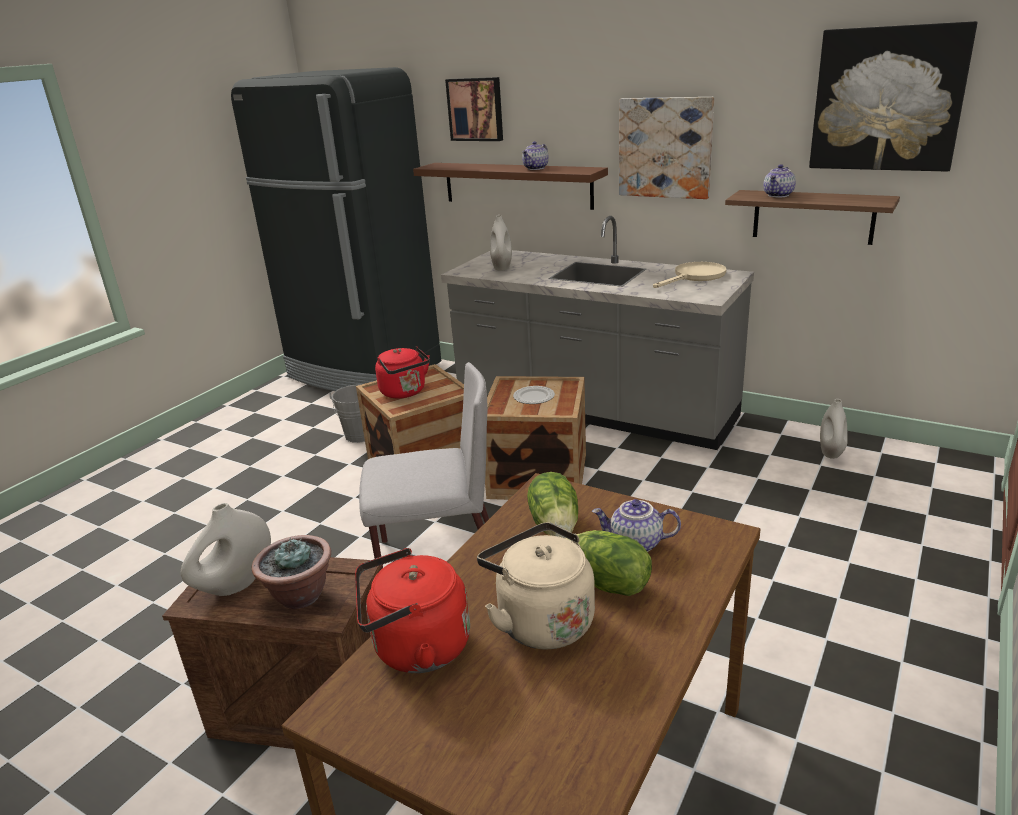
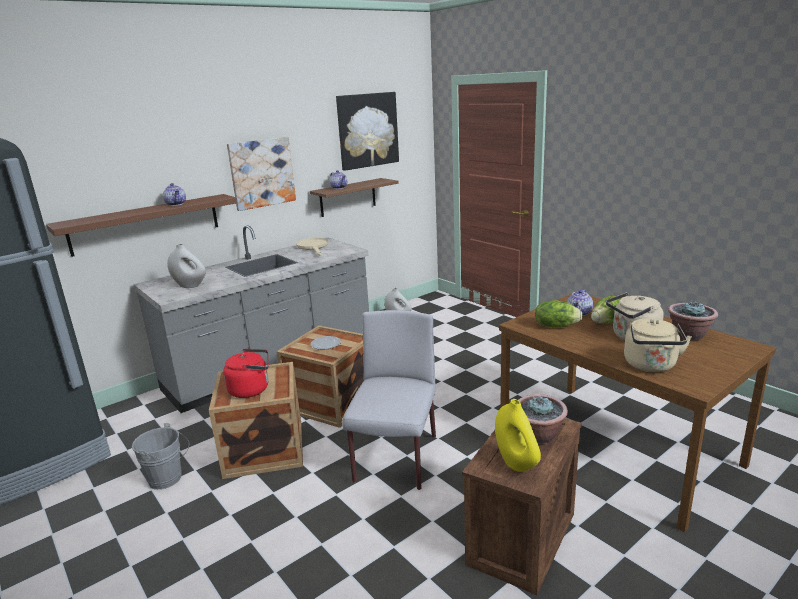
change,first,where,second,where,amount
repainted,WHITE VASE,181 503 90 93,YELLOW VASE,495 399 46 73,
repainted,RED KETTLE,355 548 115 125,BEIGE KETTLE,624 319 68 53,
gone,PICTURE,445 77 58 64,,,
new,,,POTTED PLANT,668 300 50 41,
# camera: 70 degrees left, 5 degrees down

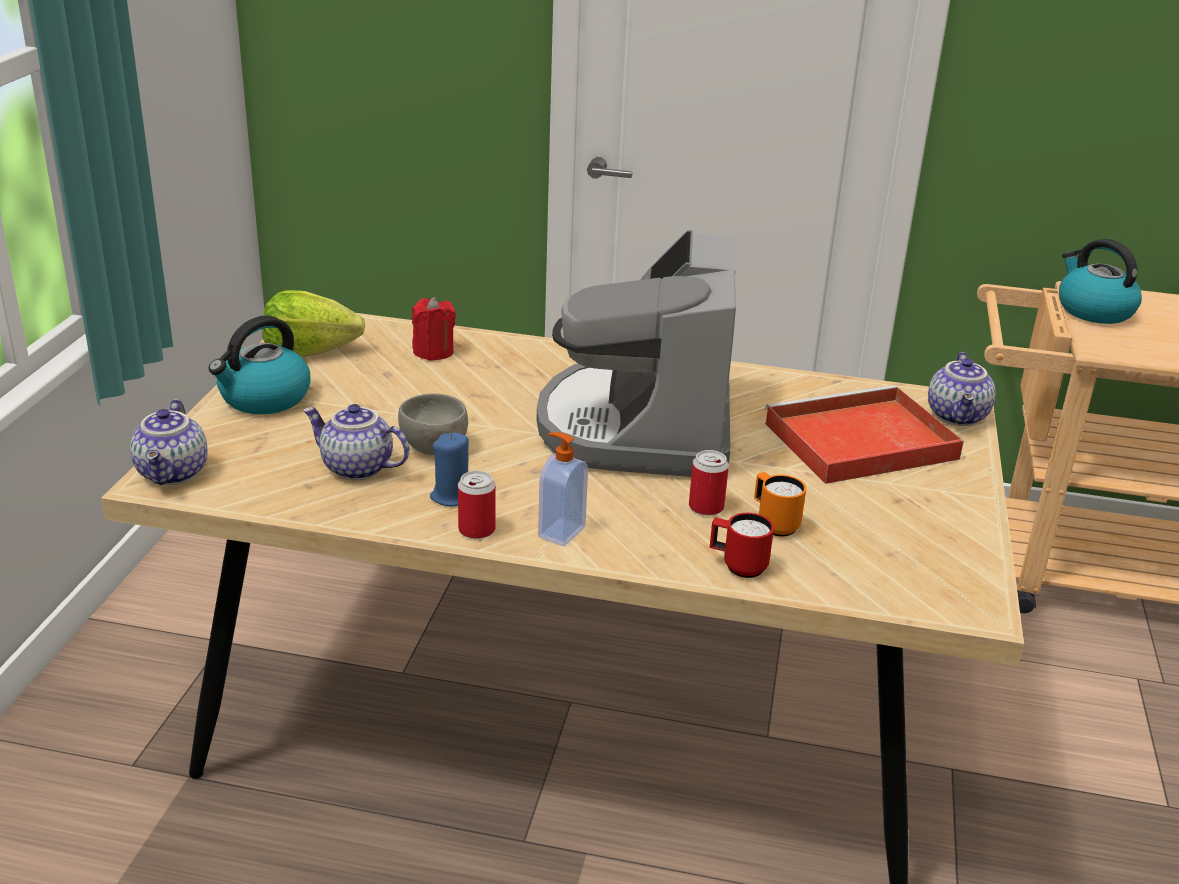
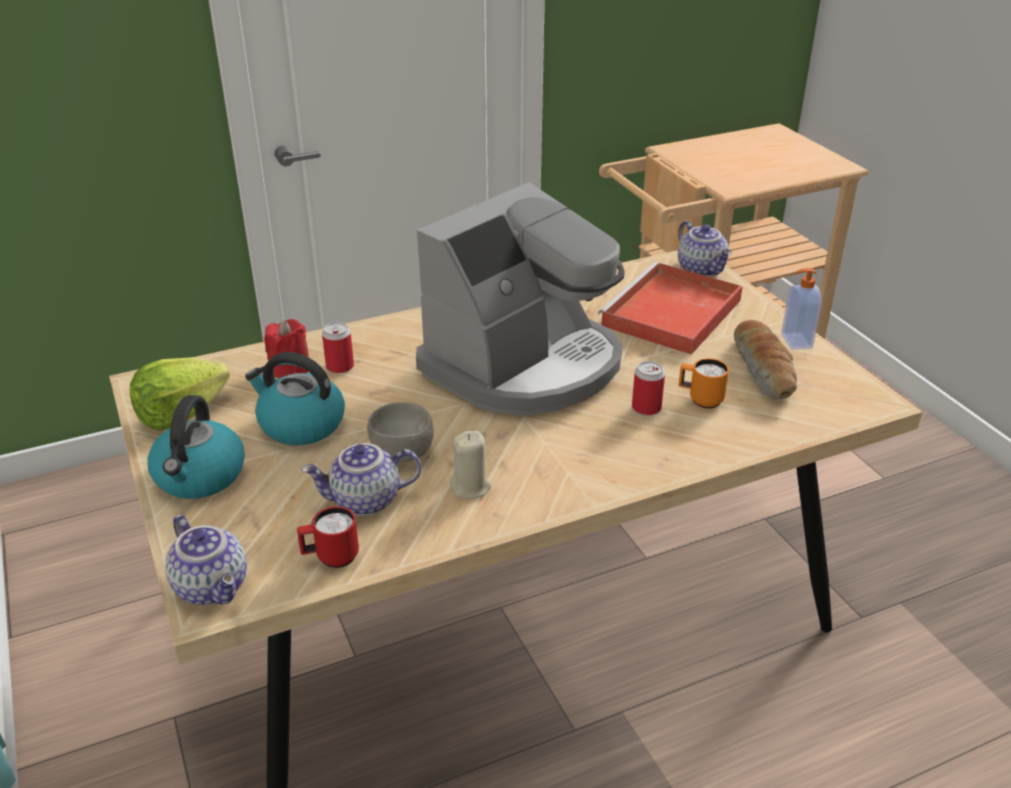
change,first,where,second,where,amount
repainted,BLUE CANDLE,430 433 39 74,BEIGE CANDLE,450 431 41 68,
shifted,CAN,458 471 38 68,,322 322 32 51,
rotated,COFFEE MACHINE,537 230 199 247,,416 182 208 234,105 degrees counterclockwise
shifted,SOAP DISPENSER,538 432 50 114,,781 268 41 82,
shifted,RED MUG,710 513 64 65,,297 506 62 62,
shifted,KETTLE,1059 239 83 85,,245 352 100 93,
new,,,BREAD,734 320 63 79,
# camera: 35 degrees left, 5 degrees up

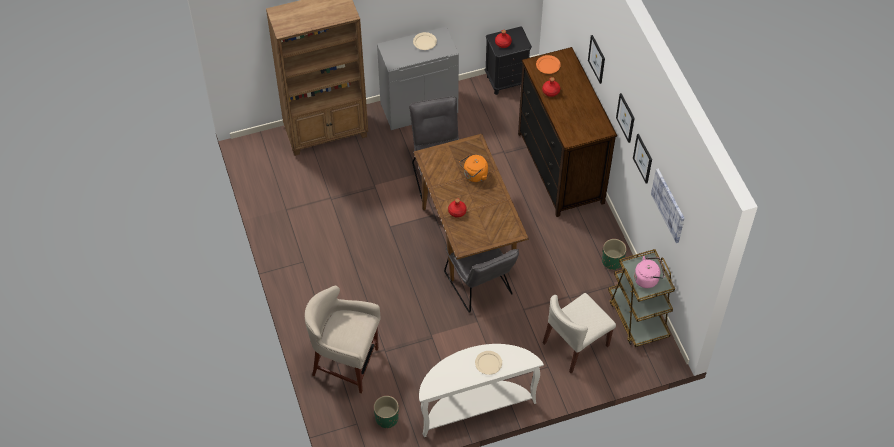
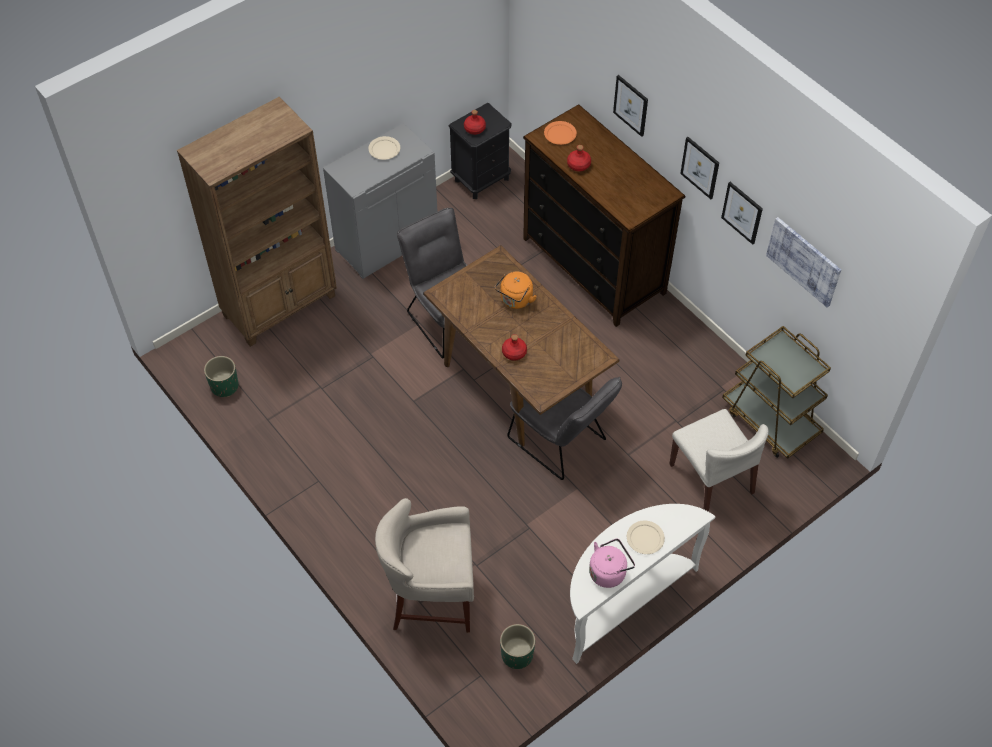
change,first,where,second,where,amount
rotated,BEIGE CHAIR,543 293 73 80,,669 409 100 103,60 degrees counterclockwise
shifted,GREEN PLANTER,602 239 25 31,,204 356 35 41,
shifted,PINK KETTLE,634 256 30 32,,589 538 46 50,
# camera: 20 degrees left, 0 degrees up

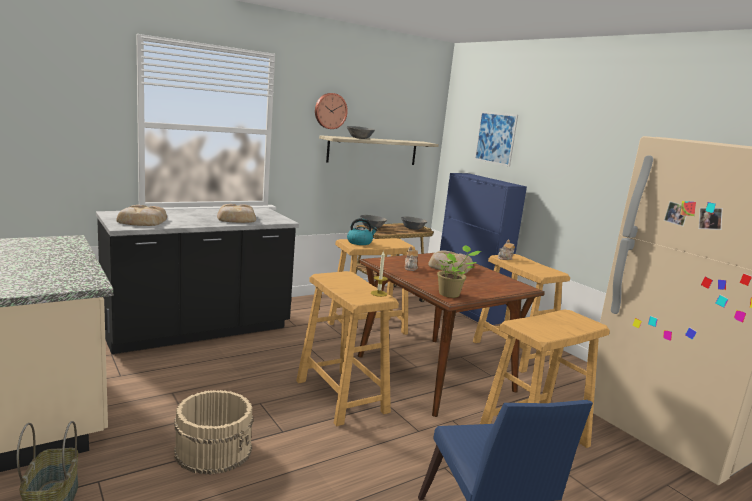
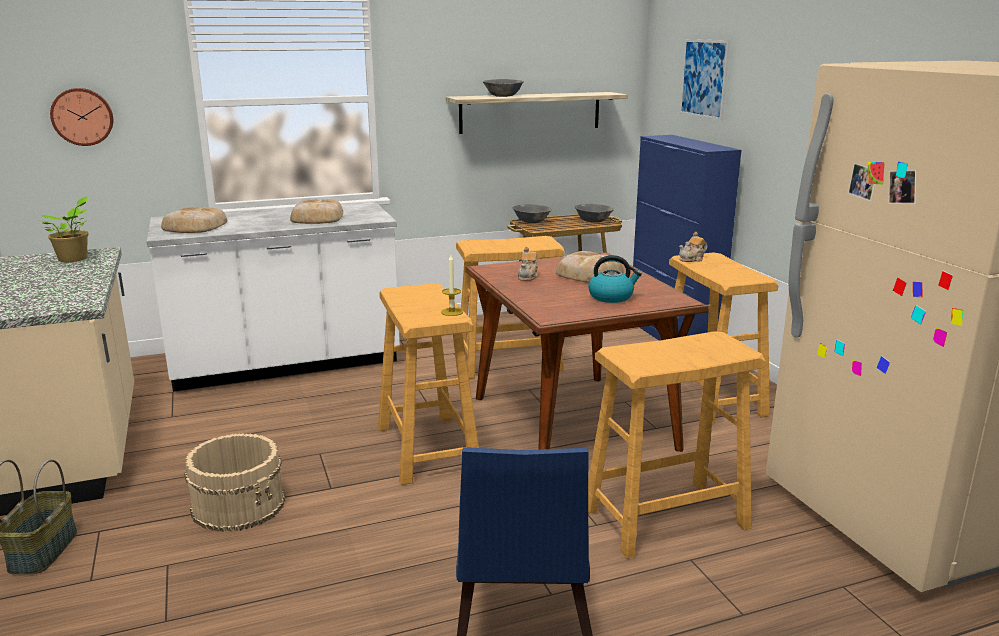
change,first,where,second,where,amount
repainted,BLACK COUNTER,96 208 203 146,WHITE COUNTER,146 201 254 191,
shifted,WALL CLOCK,315 93 33 36,,50 88 63 58,
shifted,KETTLE,347 218 31 27,,588 255 54 48,
shifted,POTTED PLANT,437 245 44 53,,42 196 47 66,
# camera: 15 degrees right, 5 degrees up

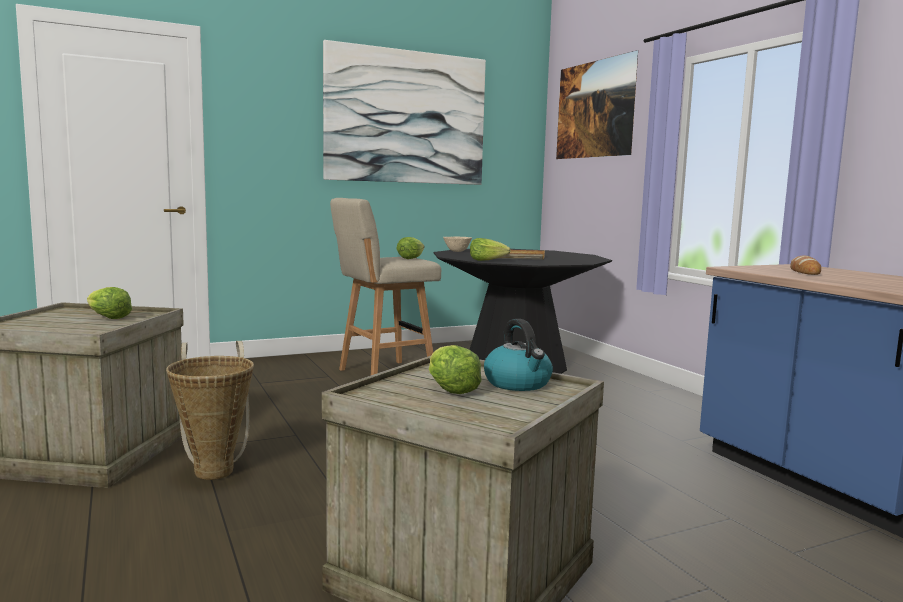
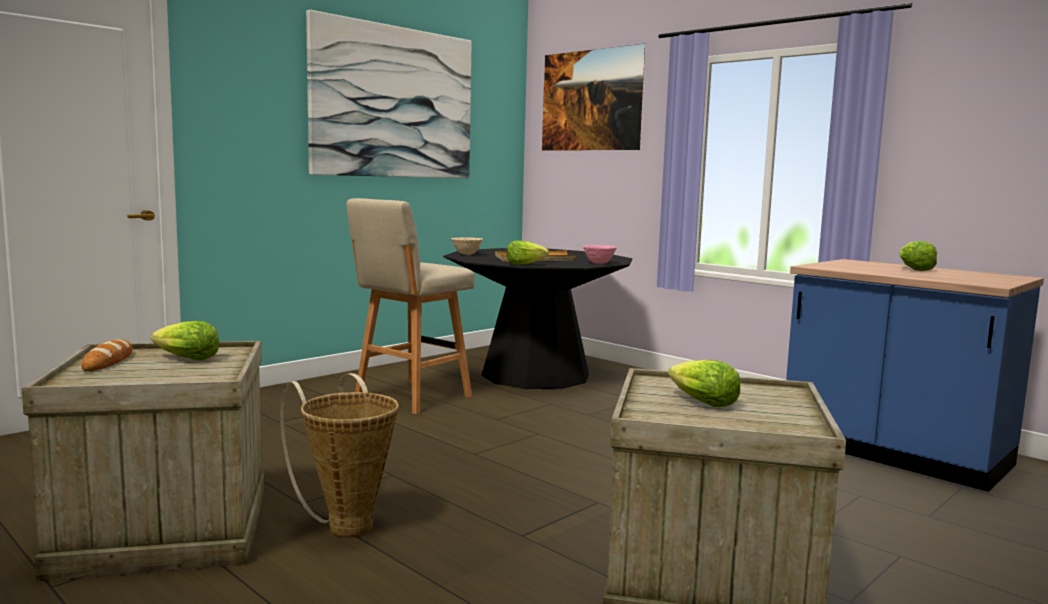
change,first,where,second,where,amount
shifted,LETTUCE,396 237 29 22,,899 241 38 30,
gone,KETTLE,484 319 69 72,,,
shifted,BREAD,790 256 31 19,,82 339 51 32,
new,,,PINK BOWL,583 245 34 19,
# camera: 20 degrees left, 0 degrees up

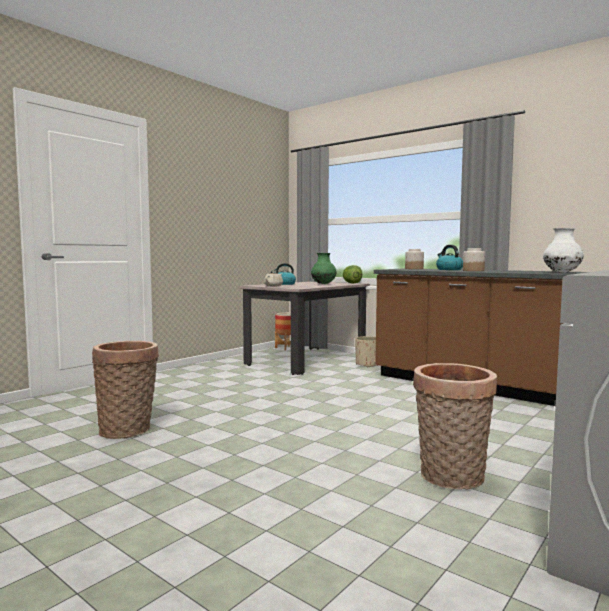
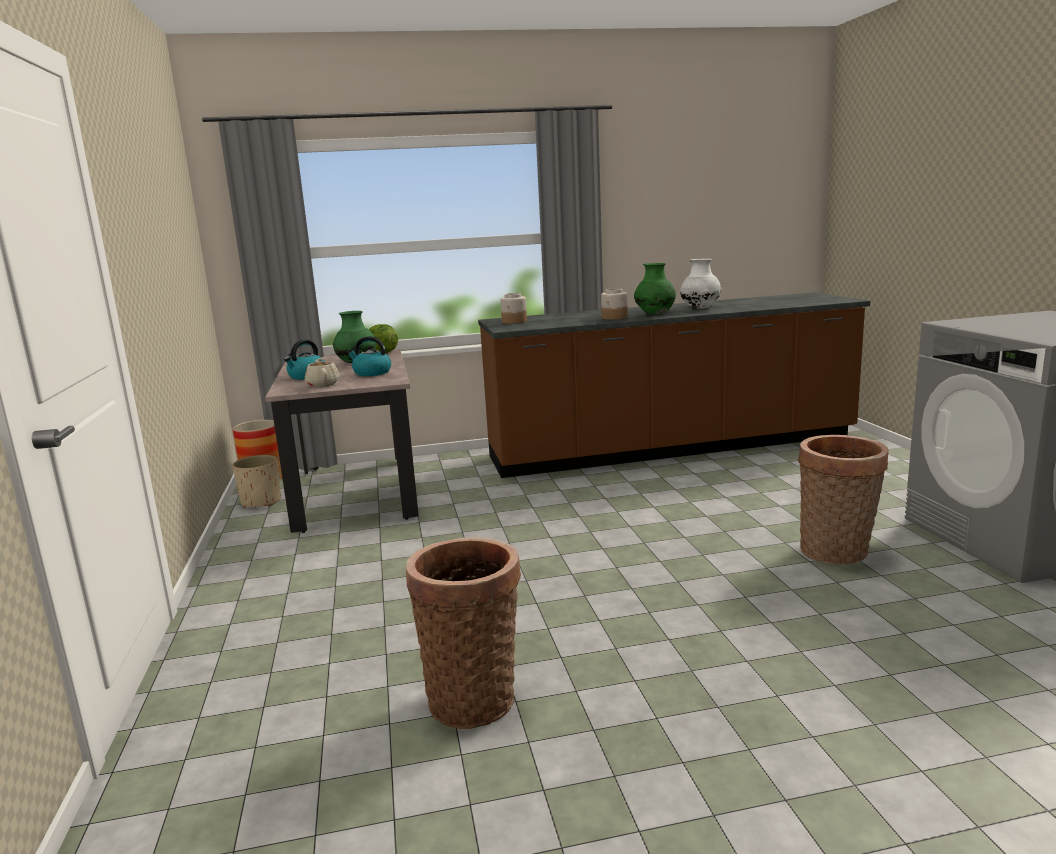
change,first,where,second,where,amount
shifted,BEIGE PLANTER,355 336 23 31,,232 455 49 53,
shifted,KETTLE,436 245 27 25,,347 336 44 40,
new,,,GREEN VASE,634 263 42 52,
# camera: 50 degrees left, 10 degrees up

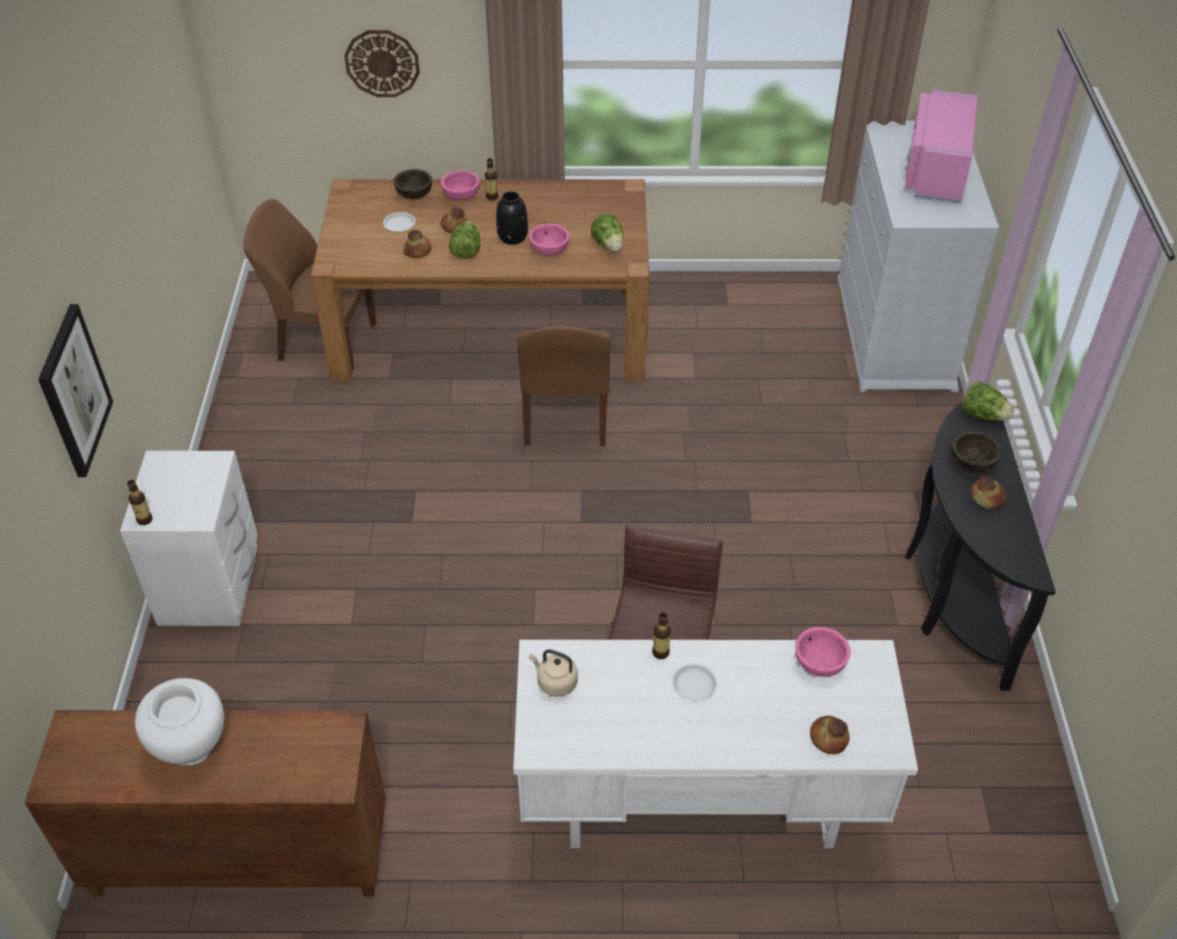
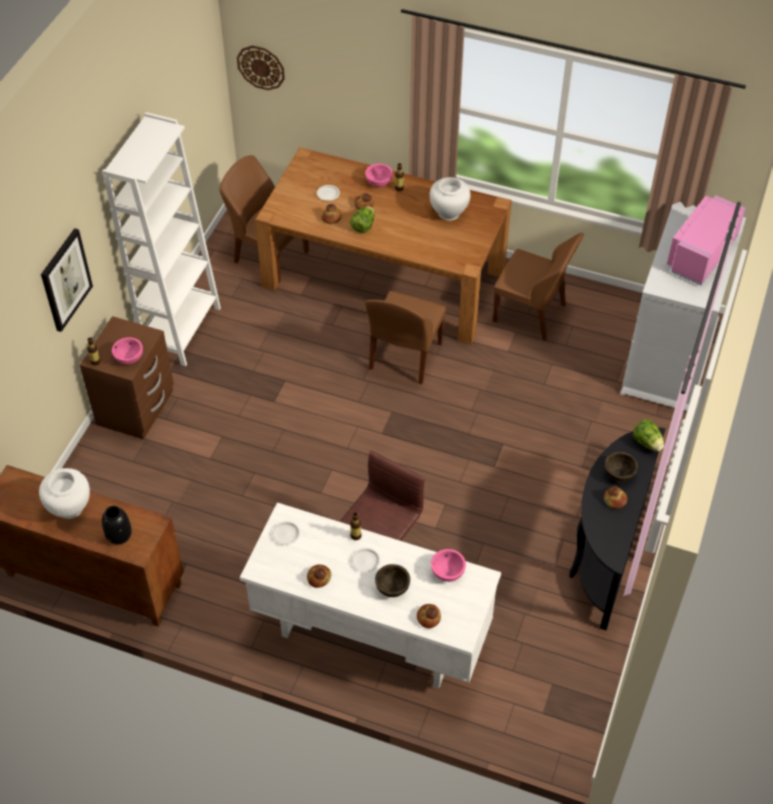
change,first,where,second,where,amount
repainted,WHITE NIGHTSTAND,120 451 138 175,BROWN NIGHTSTAND,80 316 94 124,
shifted,WALL CLOCK,344 30 76 67,,237 45 48 45,
shifted,BROWN BOWL,394 169 38 30,,375 564 35 33,
shifted,BLACK VASE,496 191 32 54,,102 506 30 39,
shifted,PINK BOWL,529 224 41 32,,112 337 31 27,
swapped,BEIGE KETTLE,529 649 49 48,WHITE PLATE,272 521 28 24,
gone,LETTUCE,591 213 33 39,,,
new,,,WHITE BOOKCASE,102 112 119 254,
new,,,BREAD,307 565 24 23,
new,,,WHITE VASE,429 177 41 44,
new,,,BROWN CHAIR,493 233 91 108,
# camera: 20 degrees right, 5 degrees up

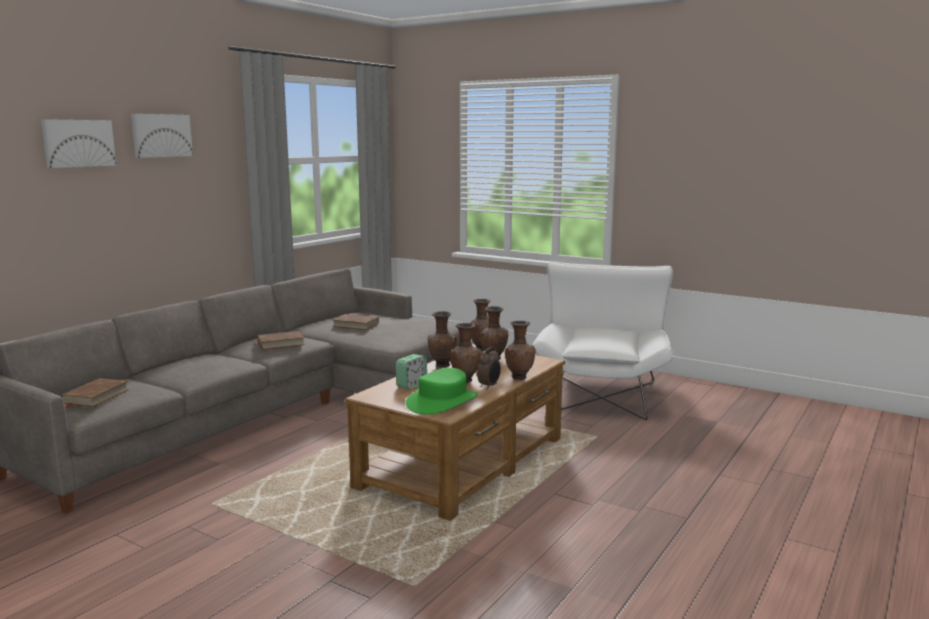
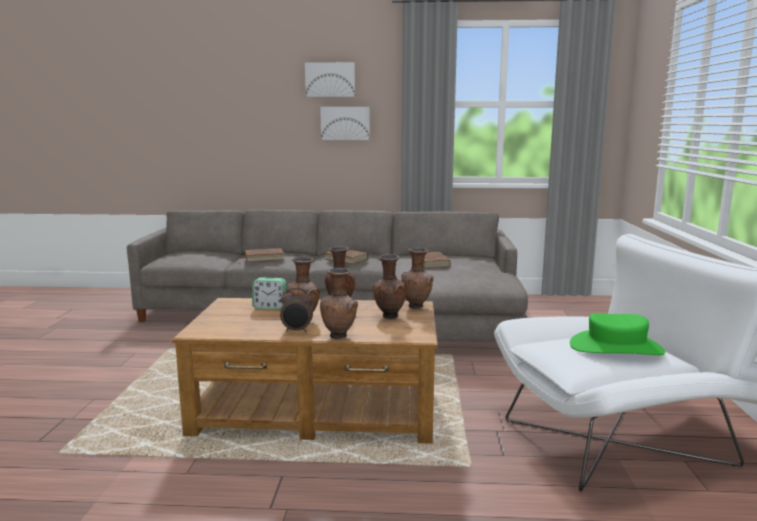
change,first,where,second,where,amount
shifted,PICTURE,41 119 75 49,,320 107 50 33,
shifted,BROWN BOOK,61 378 68 30,,239 248 45 14,
shifted,GREEN HAT,406 368 72 47,,570 313 95 42,
# camera: 60 degrees right, 0 degrees up

